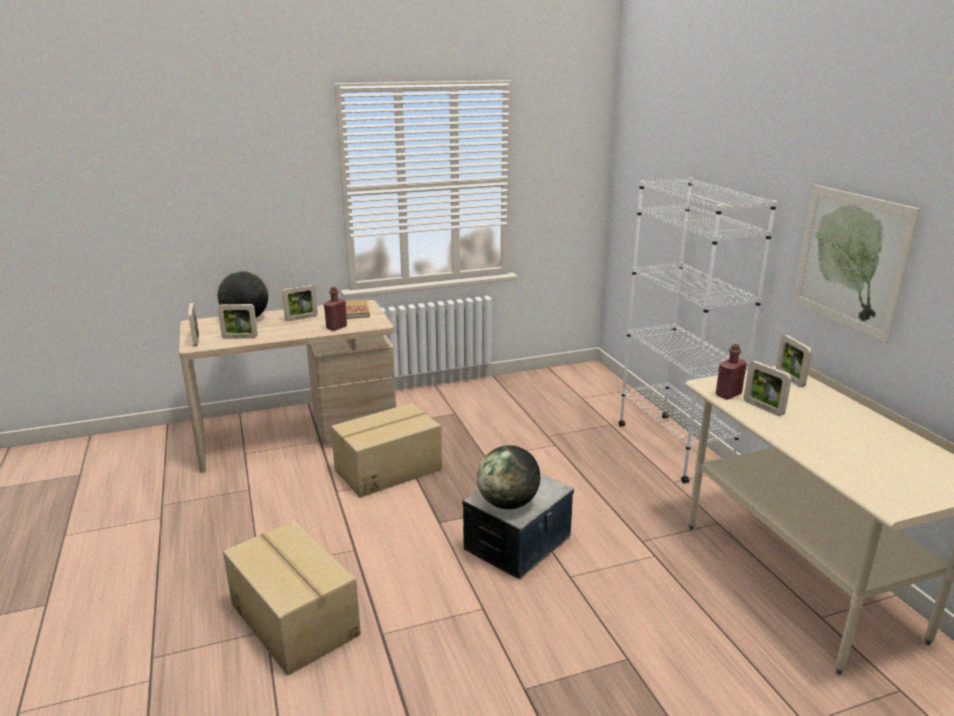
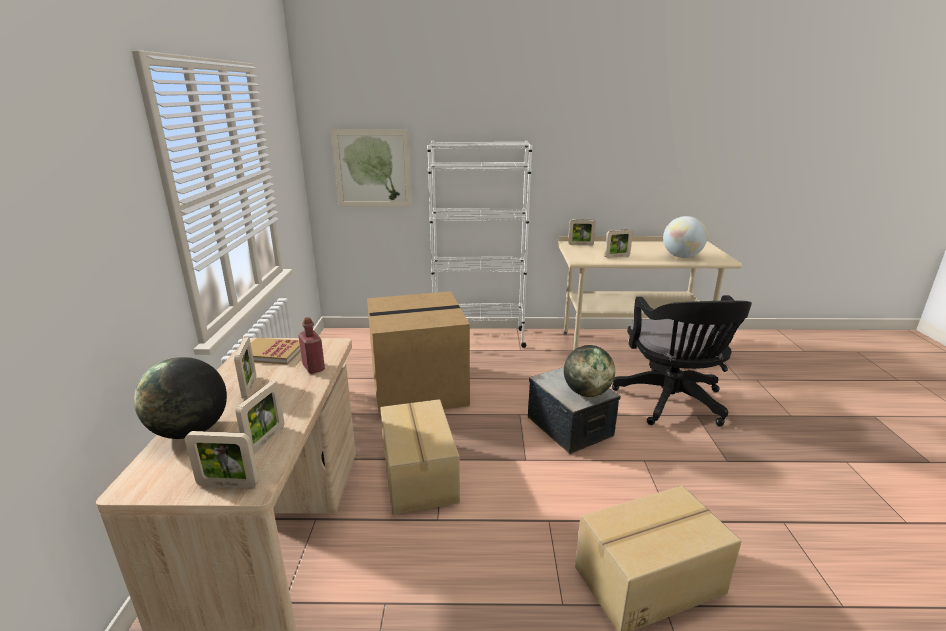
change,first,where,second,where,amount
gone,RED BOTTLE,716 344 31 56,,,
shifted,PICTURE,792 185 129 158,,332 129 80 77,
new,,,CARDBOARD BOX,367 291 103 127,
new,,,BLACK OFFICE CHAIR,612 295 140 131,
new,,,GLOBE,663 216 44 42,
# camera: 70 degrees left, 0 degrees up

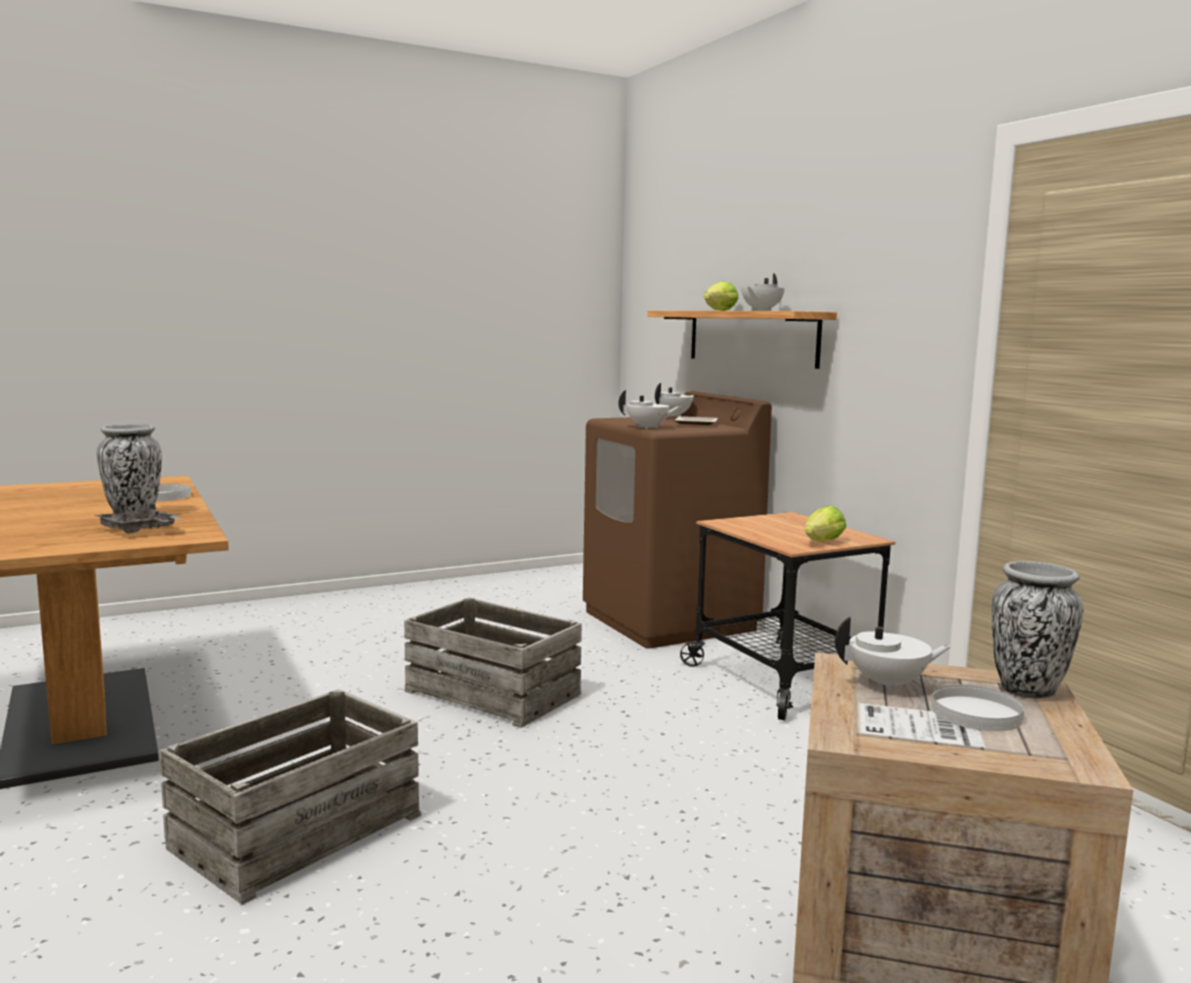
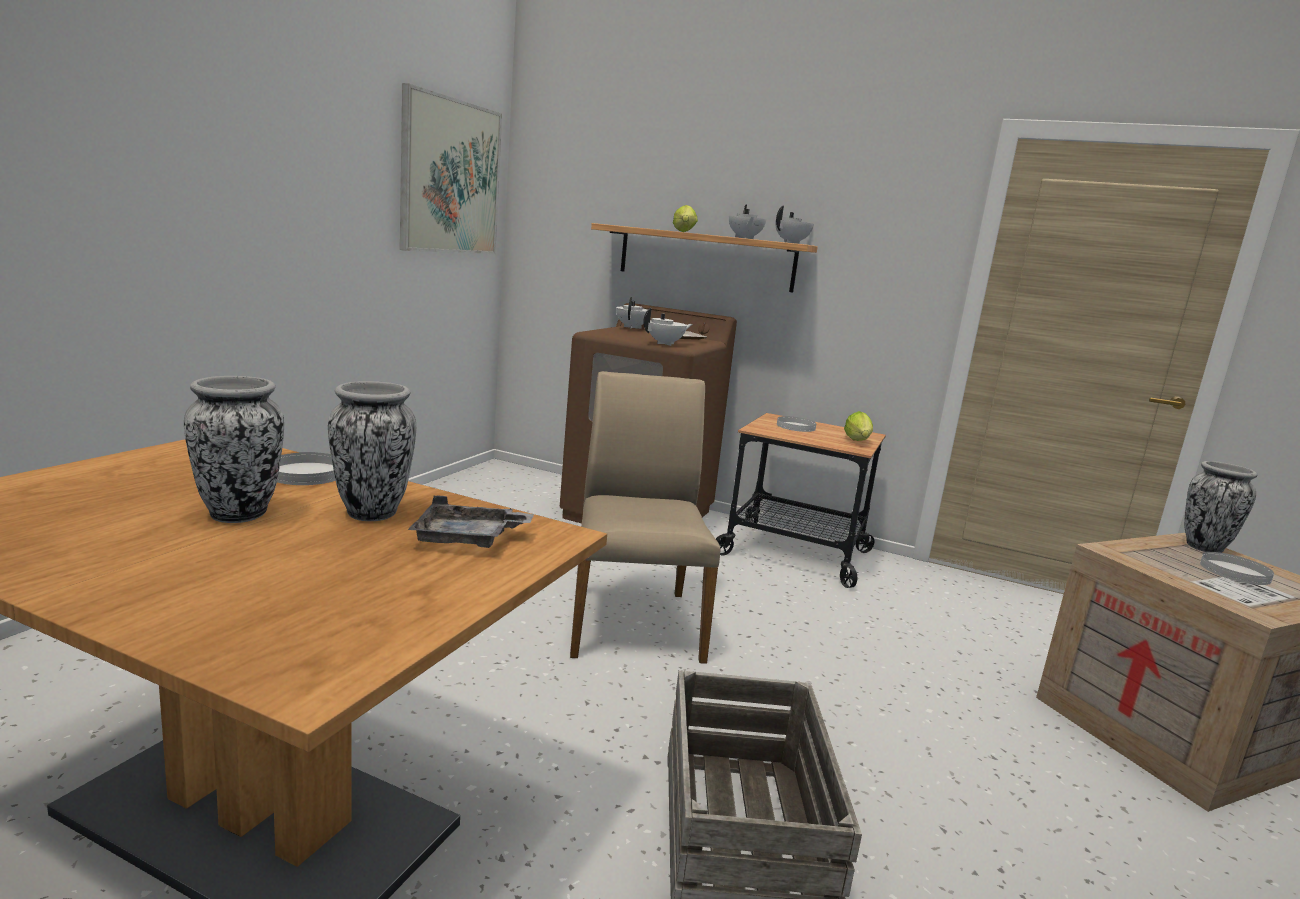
change,first,where,second,where,amount
swapped,CRATE,404 597 178 131,BEIGE CHAIR,570 371 150 293,
shifted,WHITE TEAPOT,835 617 117 76,,775 205 39 39,
new,,,VASE,184 376 100 147,
new,,,PICTURE,400 83 102 171,
new,,,WHITE PLATE,777 416 40 16,
# camera: 40 degrees left, 5 degrees up

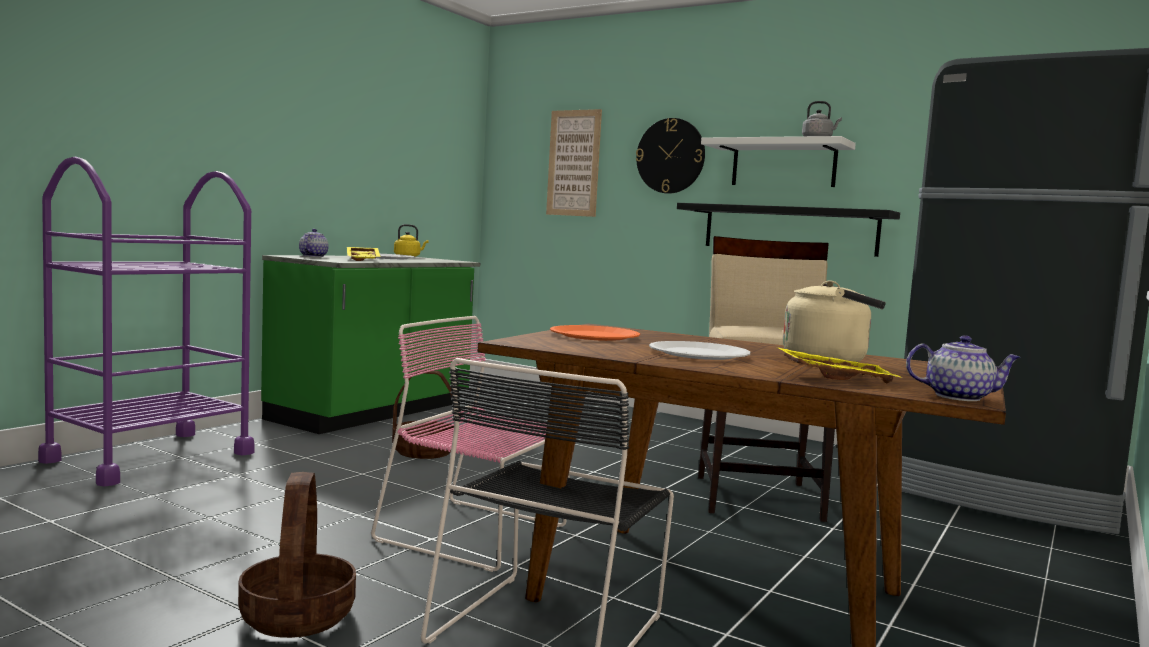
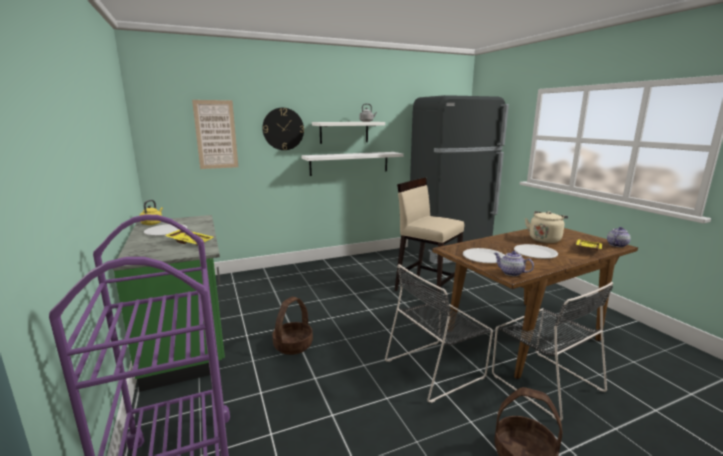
change,first,where,second,where,amount
shifted,TEAPOT,299 229 30 28,,494 251 40 25,
repainted,PINK CHAIR,371 316 200 256,BLACK CHAIR,385 264 108 139,
repainted,ORANGE PLATE,550 325 90 16,WHITE PLATE,463 248 42 15,
repainted,BLACK SHELF,677 203 223 54,WHITE SHELF,301 152 102 24,
# camera: 55 degrees left, 10 degrees up

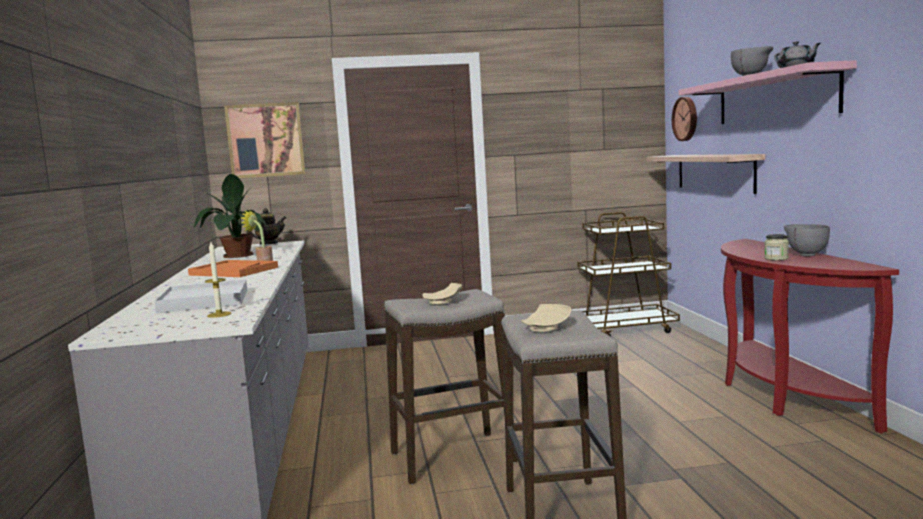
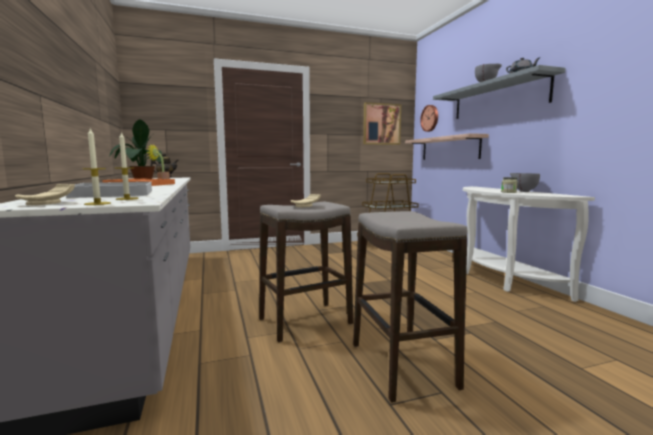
change,first,where,second,where,amount
shifted,PICTURE,224 102 81 76,,363 102 38 43,
shifted,BEIGE PLATE,521 304 50 28,,15 184 60 21,
repainted,PINK SHELF,679 60 178 64,GREY SHELF,433 65 132 54,
repainted,RED CONSOLE TABLE,721 239 178 194,WHITE CONSOLE TABLE,463 186 132 116,
new,,,CANDLE,82 129 29 76,
# camera: 10 degrees left, 0 degrees up

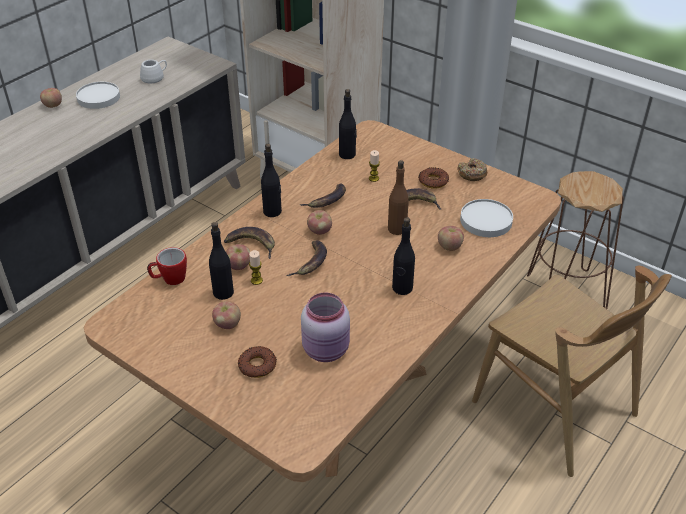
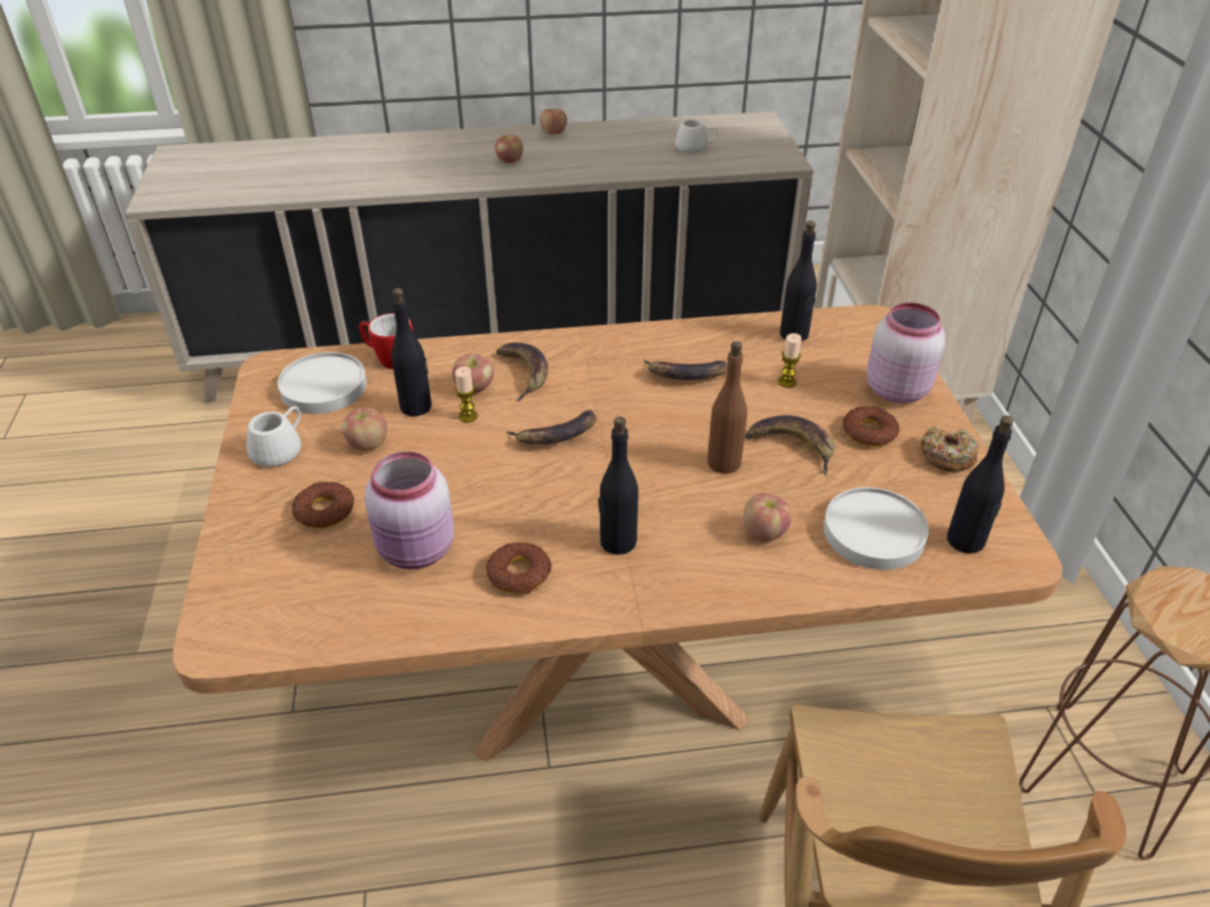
change,first,where,second,where,amount
shifted,WHITE PLATE,76 82 44 27,,277 352 90 62,
shifted,BLACK BOTTLE,261 144 21 73,,947 415 67 139,
shifted,APPLE,307 210 25 25,,495 135 28 28,
new,,,WHITE MUG,246 406 55 61,
new,,,DONUT,486 542 66 52,
new,,,PINK JAR,866 302 79 102,
# camera: 45 degrees right, 0 degrees up

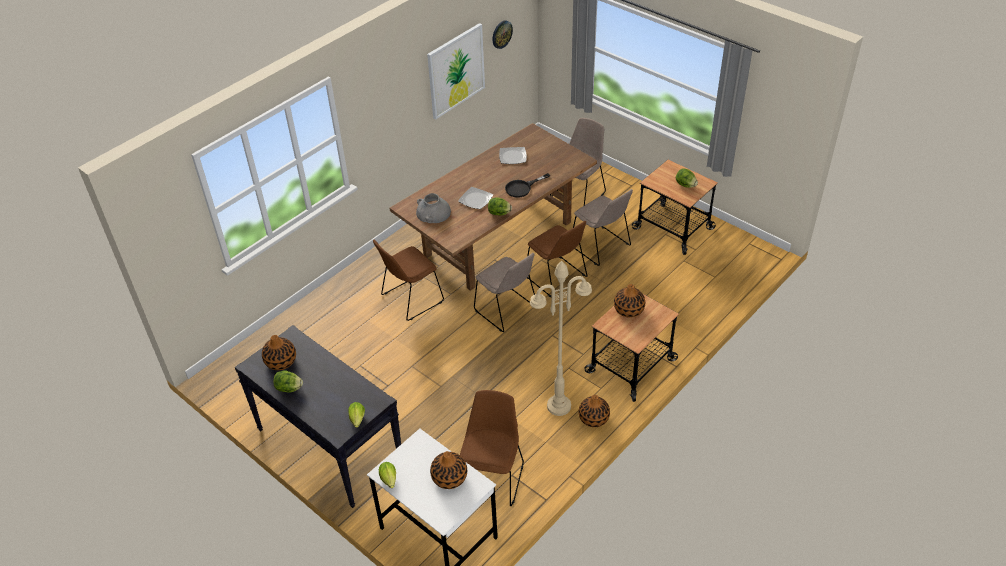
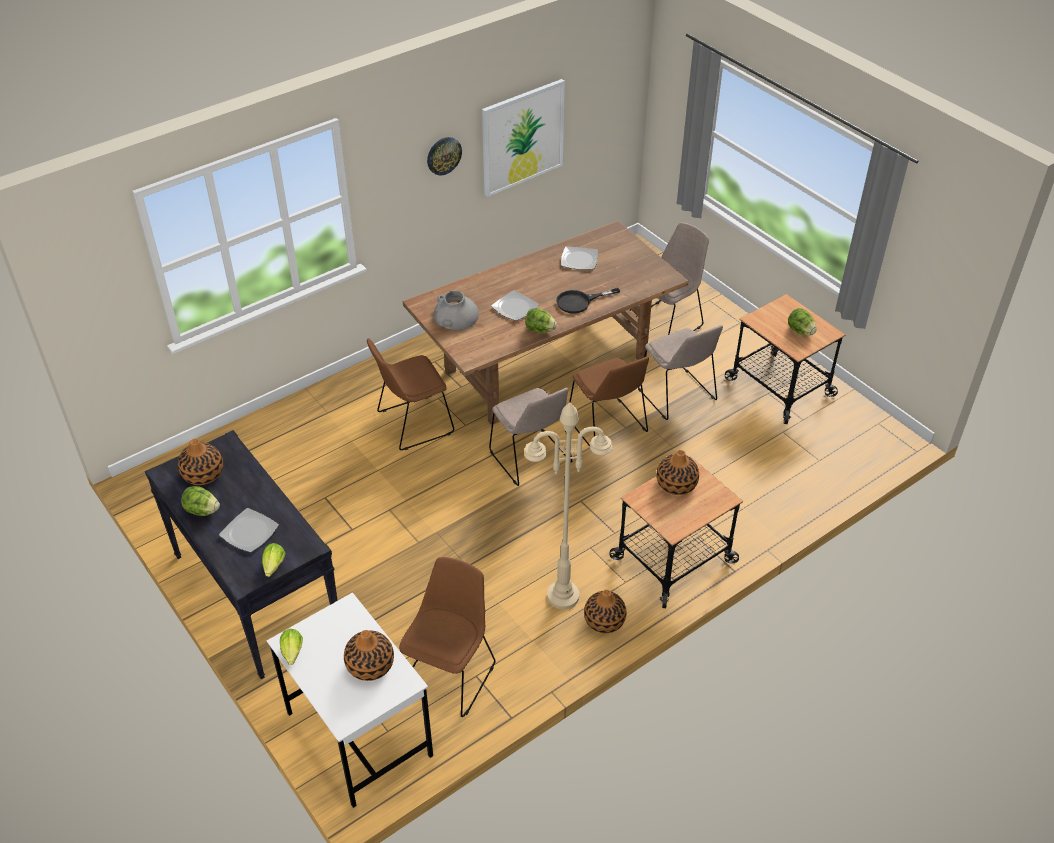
change,first,where,second,where,amount
shifted,WALL CLOCK,492 21 21 28,,427 137 35 39,
new,,,PLATE,219 508 60 45,
# camera: 10 degrees right, 0 degrees up

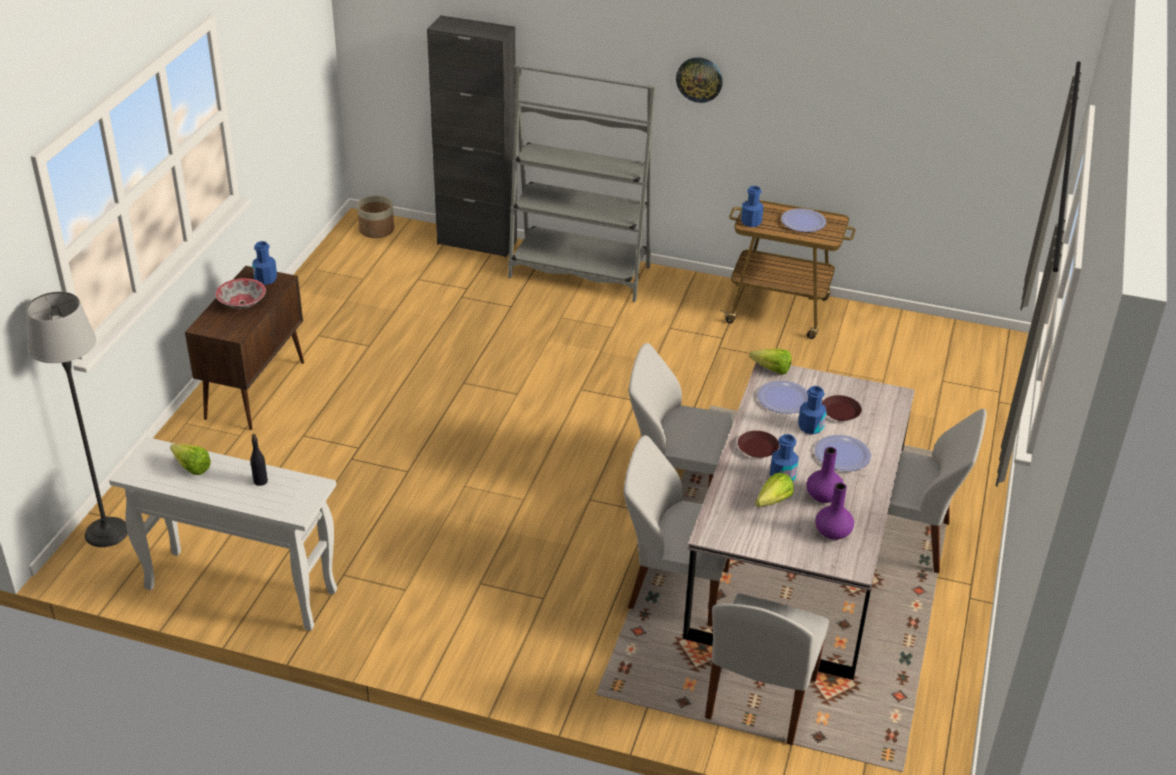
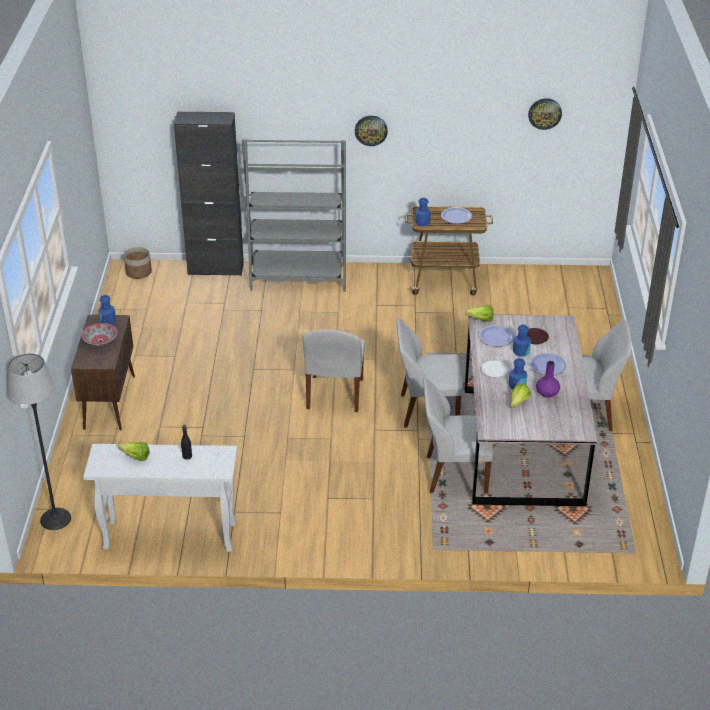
change,first,where,second,where,amount
shifted,WHITE CHAIR,705 593 124 152,,302 329 63 83,
repainted,BROWN PLATE,738 431 41 27,WHITE PLATE,481 360 27 18,
gone,PURPLE VASE,815 483 39 57,,,
new,,,WALL CLOCK,528 99 34 31,
# camera: 15 degrees left, 0 degrees up

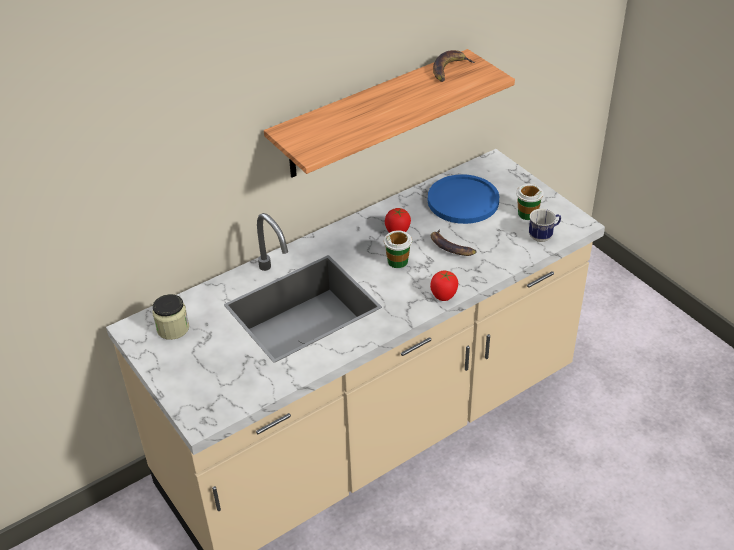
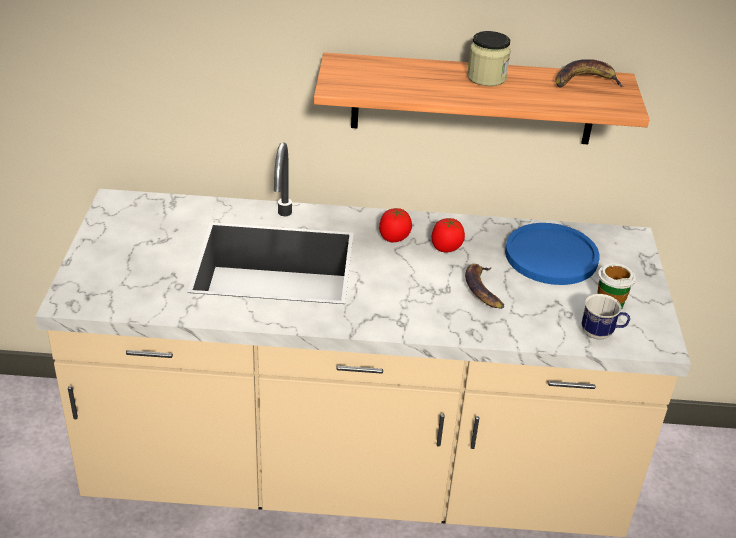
change,first,where,second,where,amount
shifted,JAR,152 294 37 46,,467 31 44 55,
gone,CUP,384 230 28 38,,,
shifted,TOMATO,430 271 28 30,,379 208 33 34,
# camera: 35 degrees right, 5 degrees down

